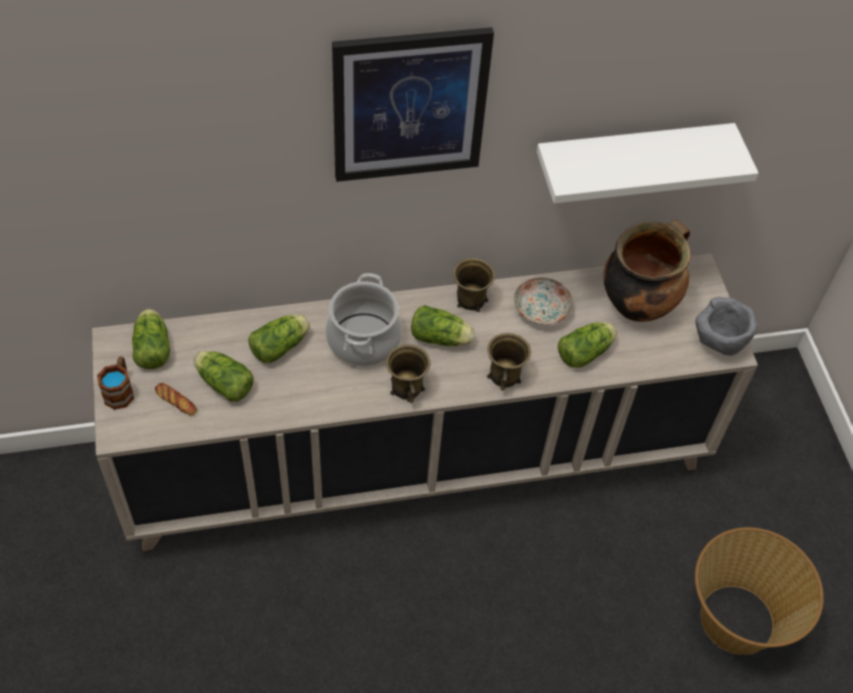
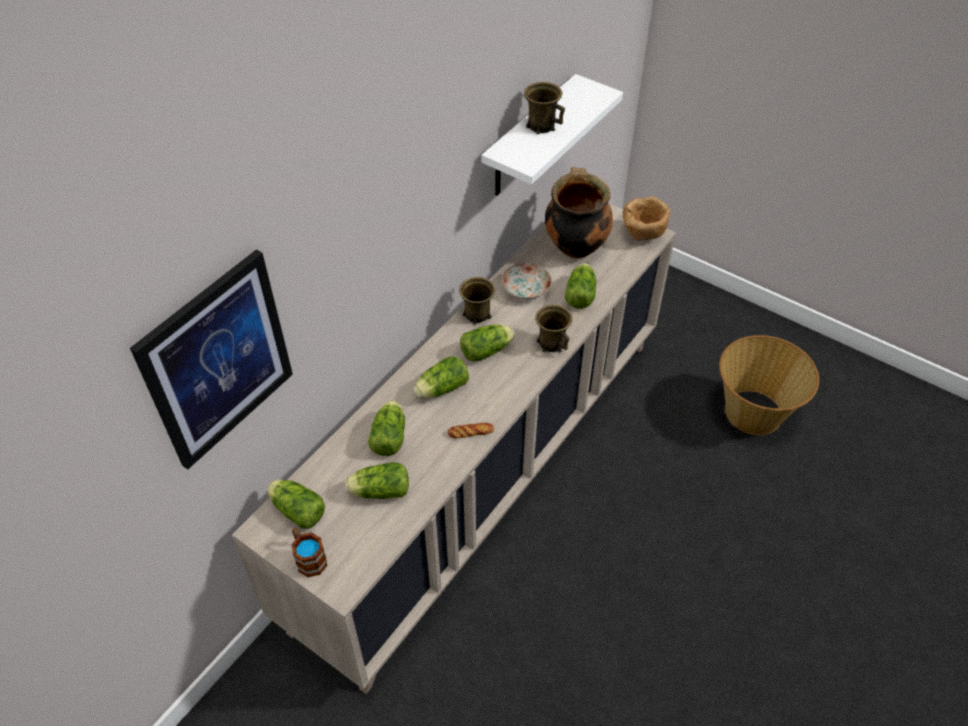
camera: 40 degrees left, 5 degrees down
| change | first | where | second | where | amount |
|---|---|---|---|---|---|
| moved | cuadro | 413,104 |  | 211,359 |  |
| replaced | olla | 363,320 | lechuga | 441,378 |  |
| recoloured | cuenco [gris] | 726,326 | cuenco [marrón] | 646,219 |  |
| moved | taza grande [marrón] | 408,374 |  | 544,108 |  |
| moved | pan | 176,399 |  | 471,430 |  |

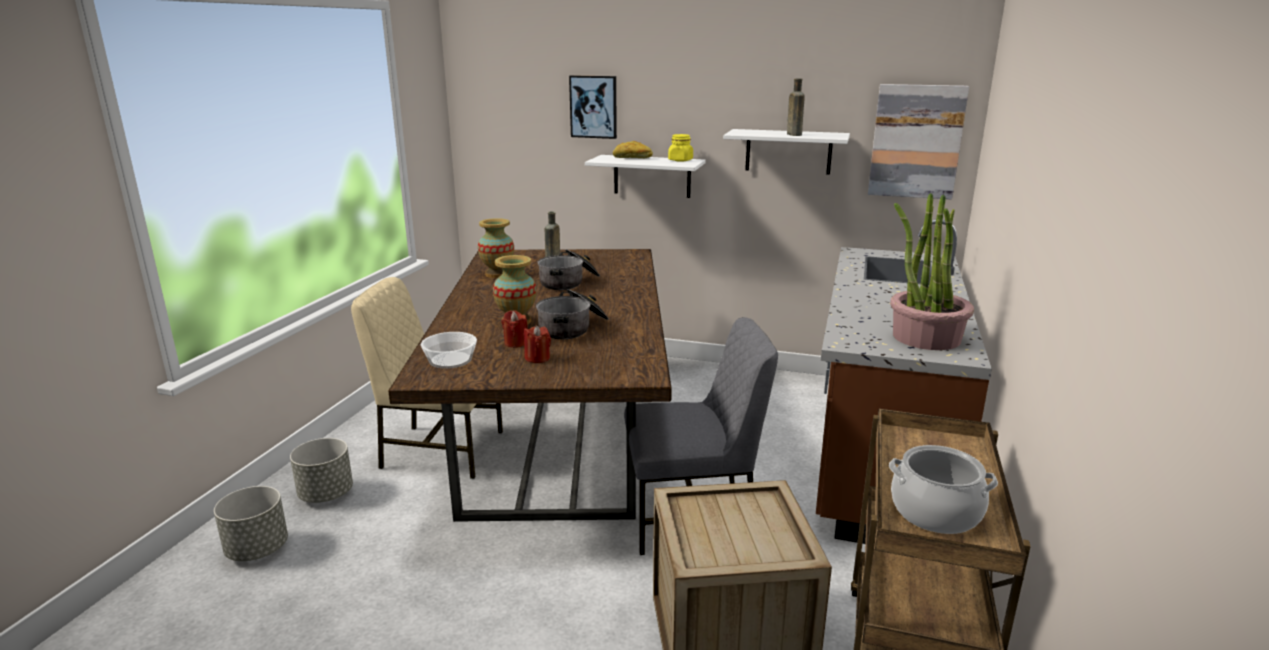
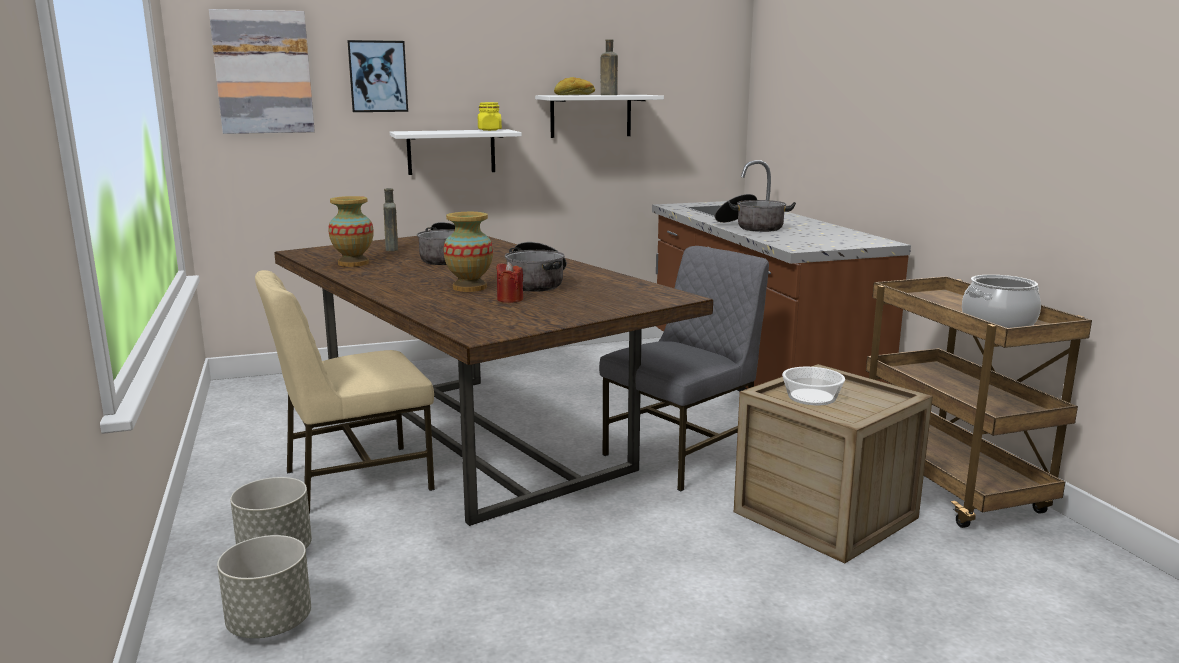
camera: 35 degrees left, 5 degrees down
| change | first | where | second | where | amount |
|---|---|---|---|---|---|
| moved | cuadro | 918,141 |  | 262,71 |  |
| moved | pan | 633,149 |  | 574,86 |  |
| removed | planta en maceta | 932,271 |  |  |  |
| removed | vela [rojo] | 537,344 |  |  |  |
| moved | cuenco | 449,350 |  | 813,386 |  |
| added |  |  | olla | 755,213 |  |

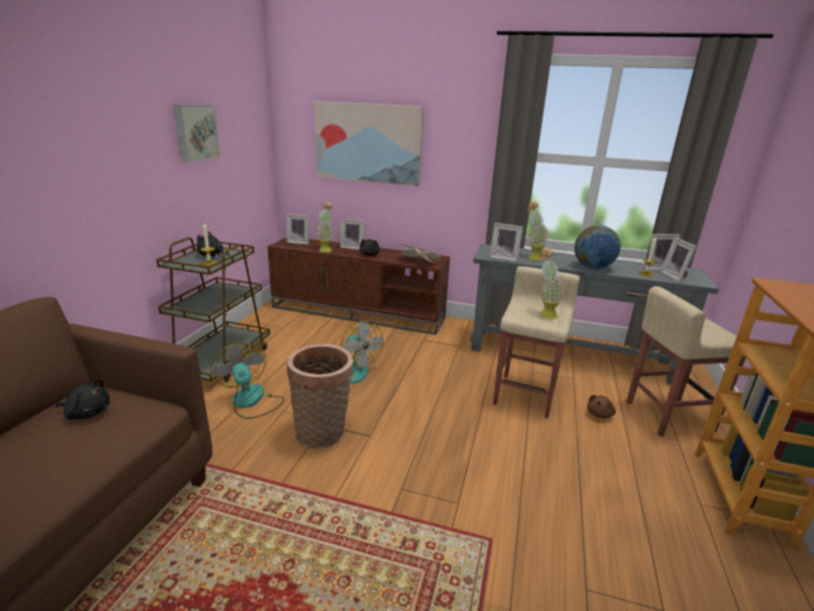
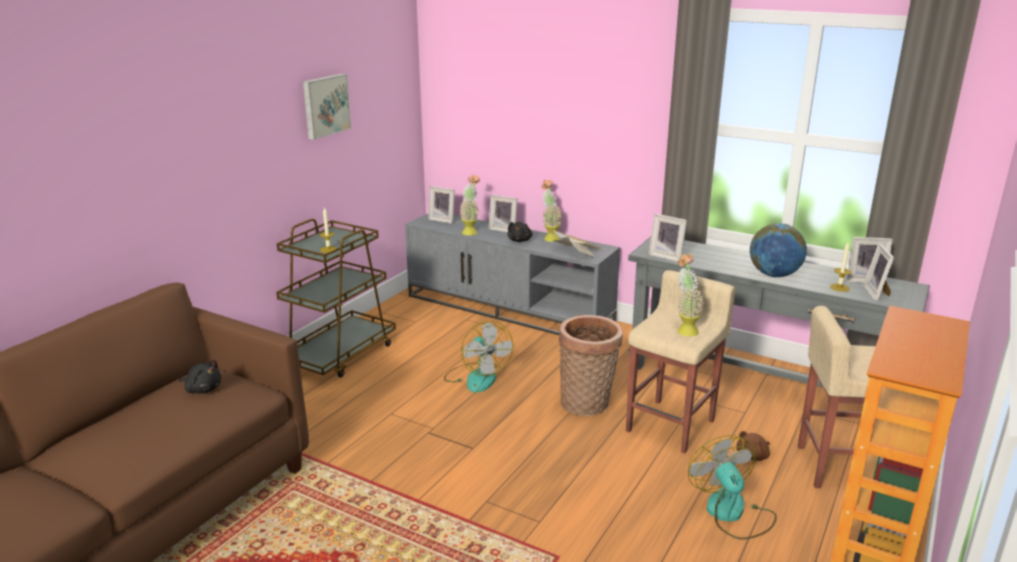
camera: 15 degrees right, 0 degrees up
| change | first | where | second | where | amount |
|---|---|---|---|---|---|
| removed | cuadro | 369,143 |  |  |  |
| moved | planta en maceta | 537,231 |  | 551,211 |  |
| removed | peluche [negro] | 213,244 |  |  |  |
| recoloured | mueble de televisión [marrón] | 358,286 | mueble de televisión [gris] | 512,274 |  |
| moved | ventilador | 247,381 |  | 732,487 |  |
| moved | cesta | 320,396 |  | 591,365 |  |

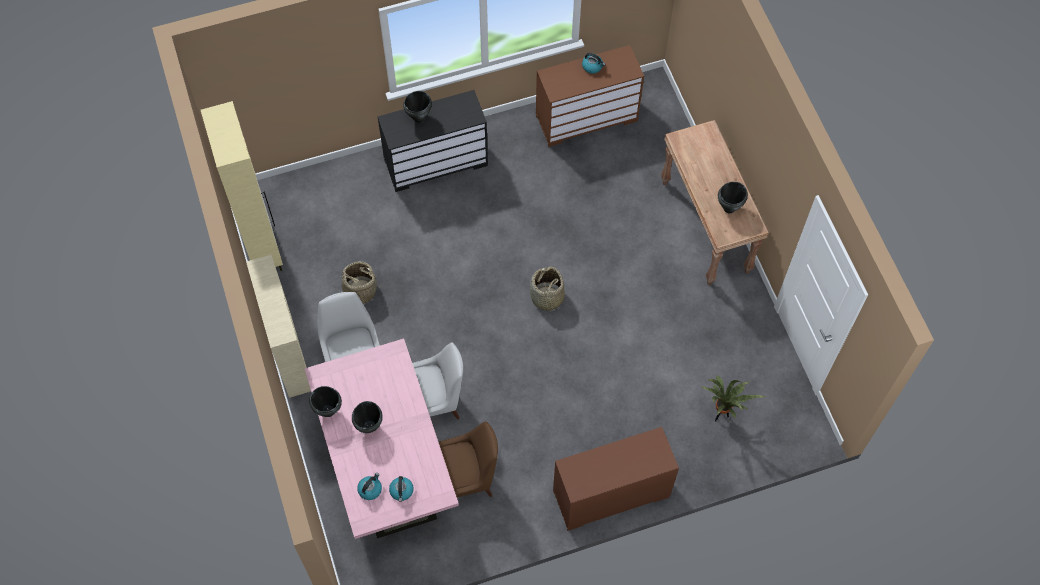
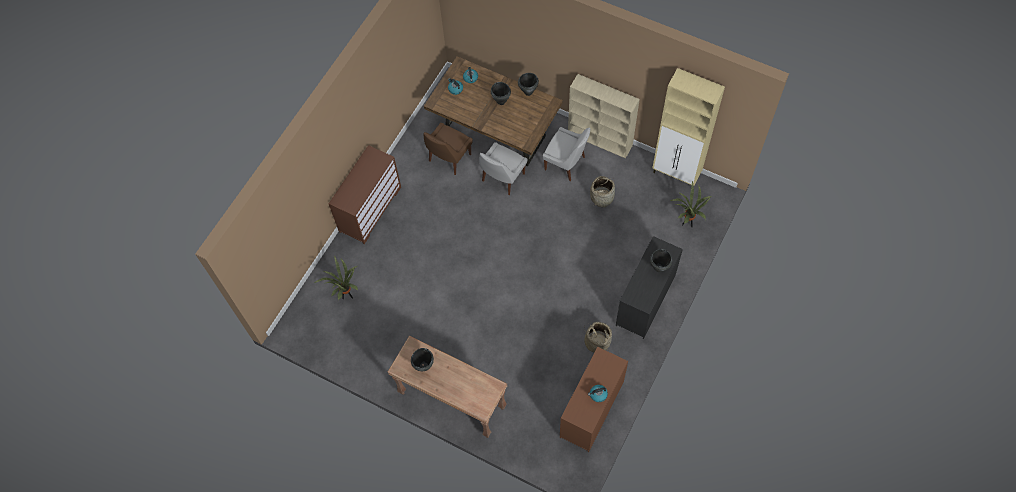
camera: 140 degrees right, 0 degrees up
| change | first | where | second | where | amount |
|---|---|---|---|---|---|
| moved | cesta | 547,290 |  | 598,337 |  |
| recoloured | mesa de comedor [rosa] | 381,439 | mesa de comedor [marrón] | 493,111 |  |
| added |  |  | planta en maceta | 691,203 |  |

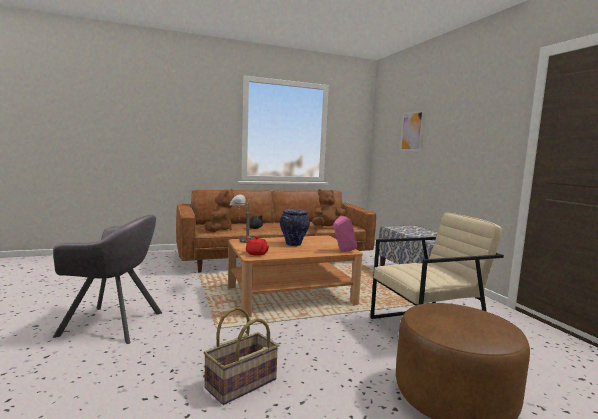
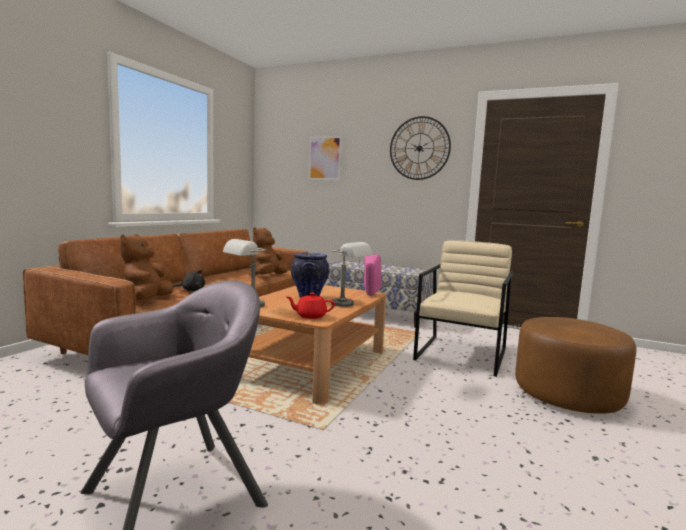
camera: 45 degrees left, 0 degrees up
| change | first | where | second | where | amount |
|---|---|---|---|---|---|
| turned | peluche [marrón] | 219,210 |  | 146,267 | 135 degrees counterclockwise |
| removed | cesta | 241,356 |  |  |  |
| added |  |  | reloj de pared | 420,148 |  |
| added |  |  | lámpara de mesa [gris] | 352,274 |  |

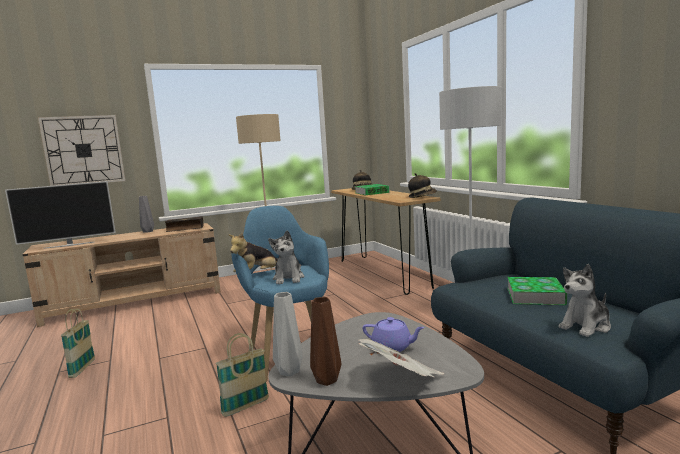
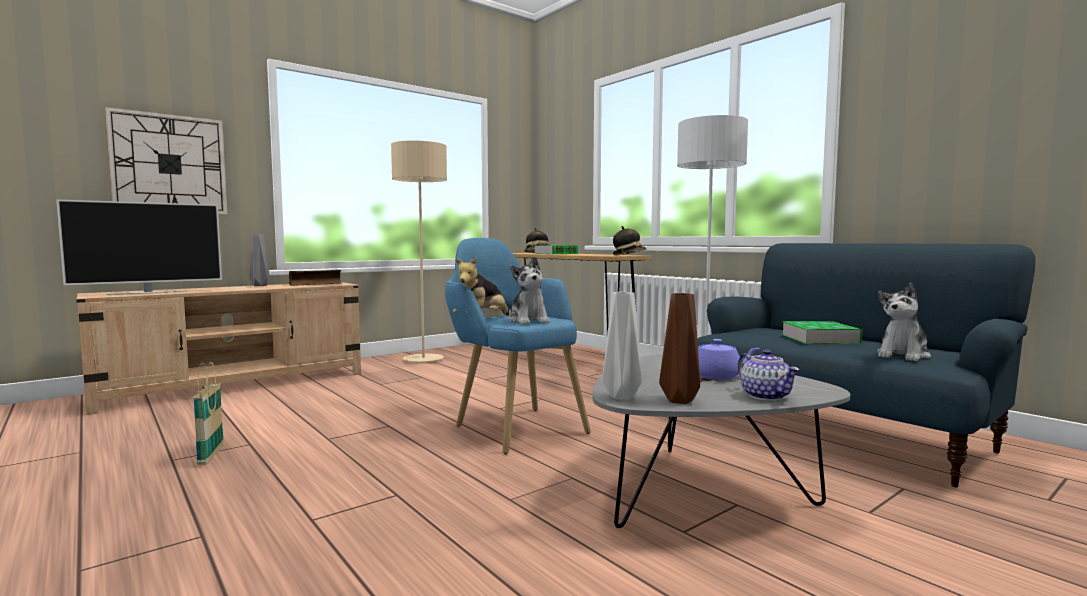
camera: 15 degrees left, 5 degrees down
| change | first | where | second | where | amount |
|---|---|---|---|---|---|
| removed | cesta | 242,375 |  |  |  |
| replaced | periódico | 401,358 | tetera | 769,375 |  |

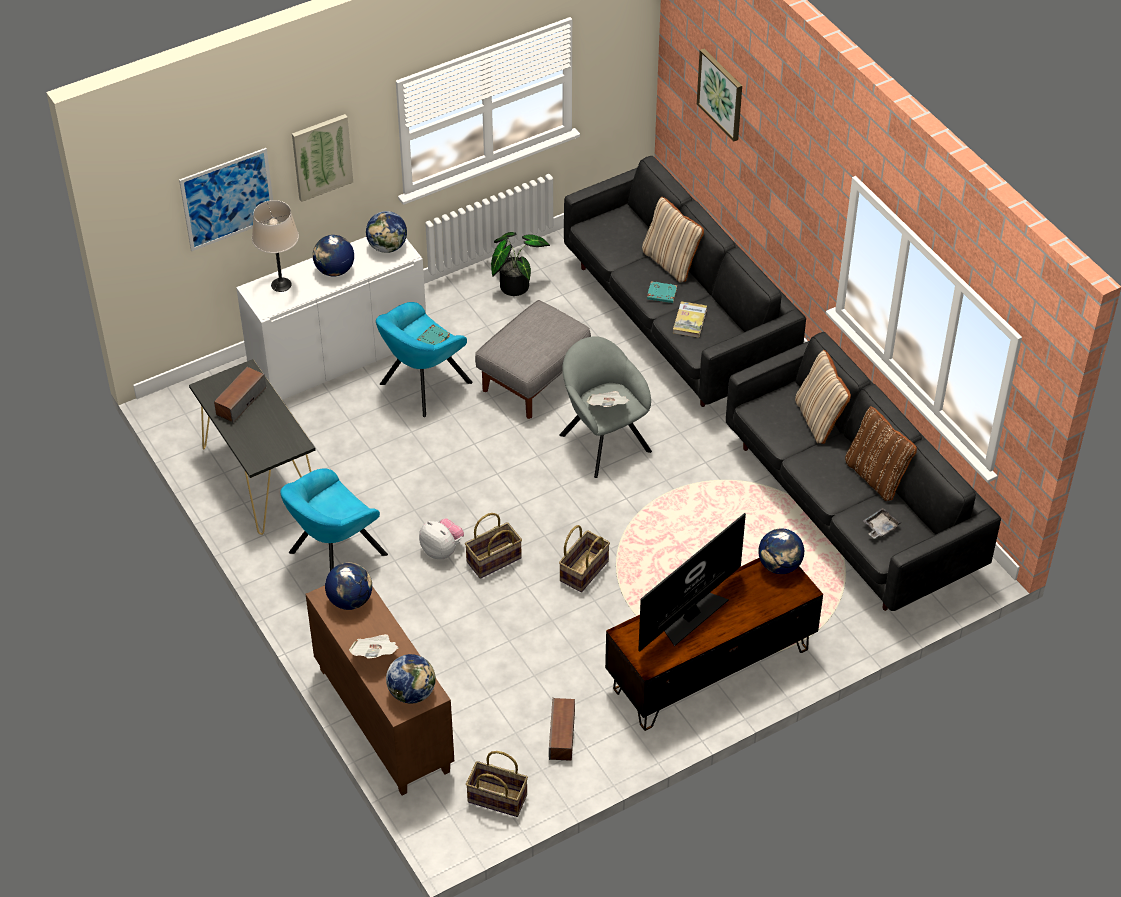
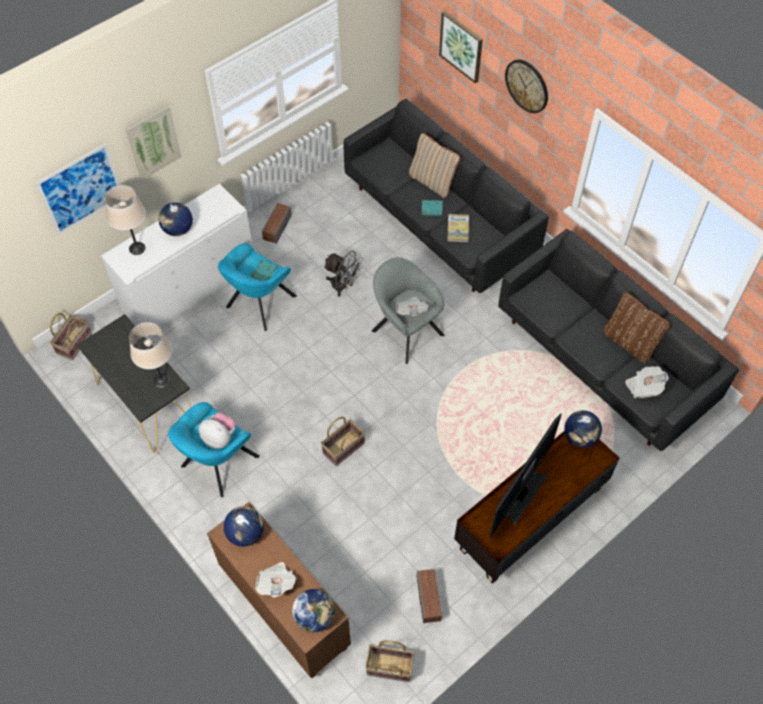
camera: 10 degrees left, 10 degrees up
| change | first | where | second | where | amount |
|---|---|---|---|---|---|
| removed | globo terráqueo | 386,232 |  |  |  |
| removed | planta en maceta | 520,264 |  |  |  |
| replaced | puf [gris] | 533,359 | ventilador [gris] | 343,274 |  |
| removed | cojín [beis] | 823,397 |  |  |  |
| moved | altavoz | 240,395 |  | 277,223 |  |
| replaced | bandeja [gris] | 882,523 | periódico | 647,382 |  |
| moved | peluche | 441,538 |  | 217,431 |  |
| moved | cesta | 584,558 |  | 71,336 |  |
| added |  |  | reloj de pared | 526,86 |  |
| added |  |  | lámpara de mesa [beis] | 150,355 |  |

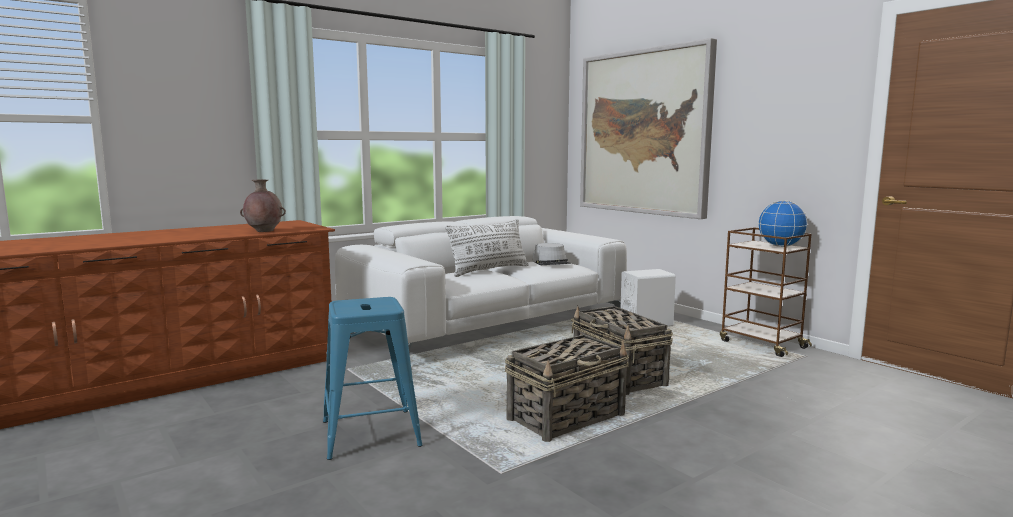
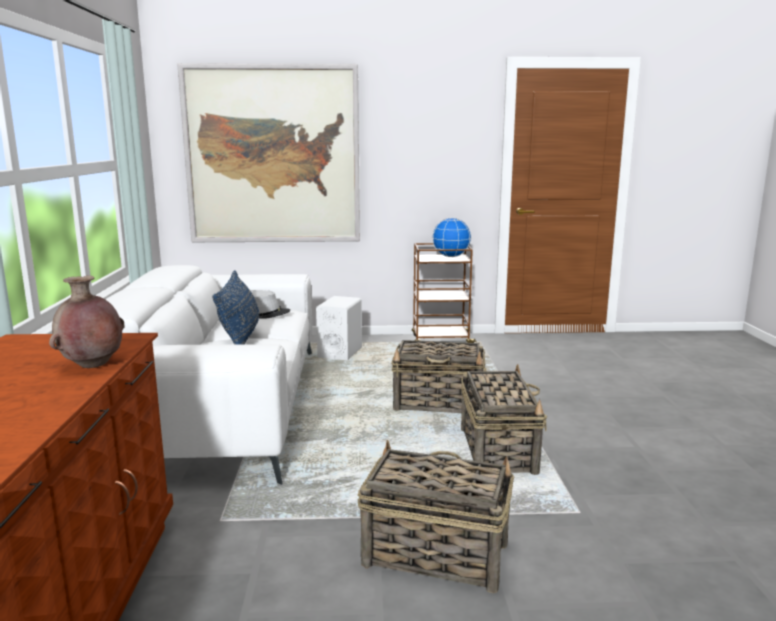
camera: 55 degrees left, 5 degrees up
| change | first | where | second | where | amount |
|---|---|---|---|---|---|
| recoloured | cojín [blanco] | 487,248 | cojín [azul] | 235,307 |  |
| replaced | taburete [azul] | 373,378 | cesta | 435,516 |  |

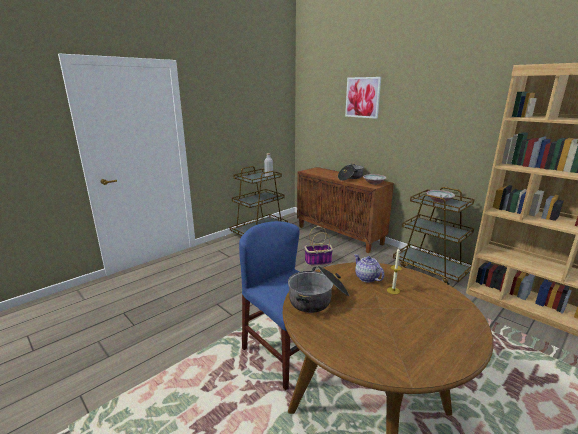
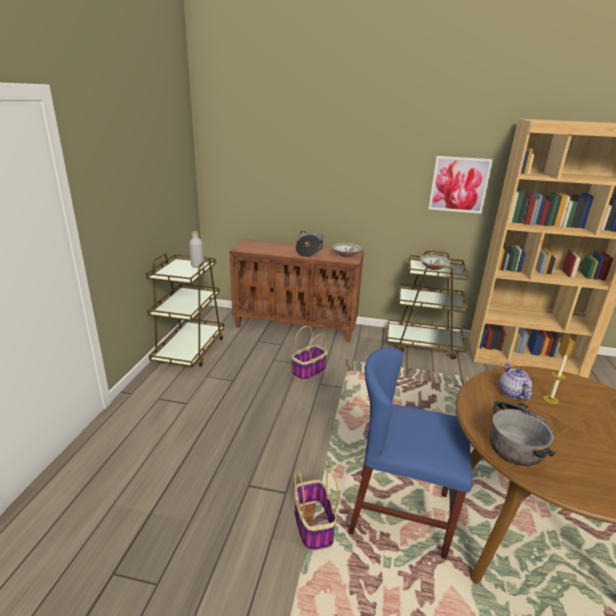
camera: 35 degrees left, 5 degrees up
| change | first | where | second | where | amount |
|---|---|---|---|---|---|
| moved | cuadro | 363,98 |  | 460,185 |  |
| turned | tetera | 369,268 |  | 515,382 | 60 degrees clockwise |
| added |  |  | cesta | 316,508 |  |

